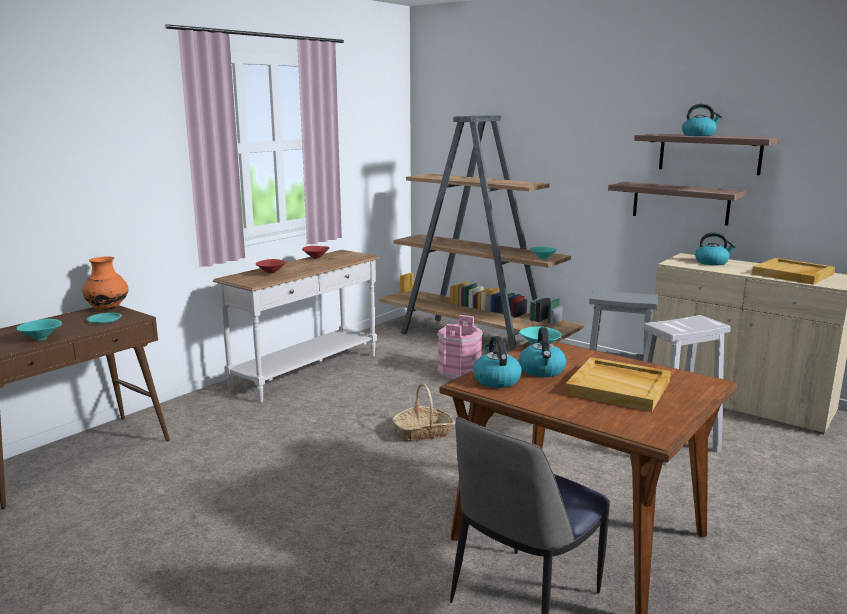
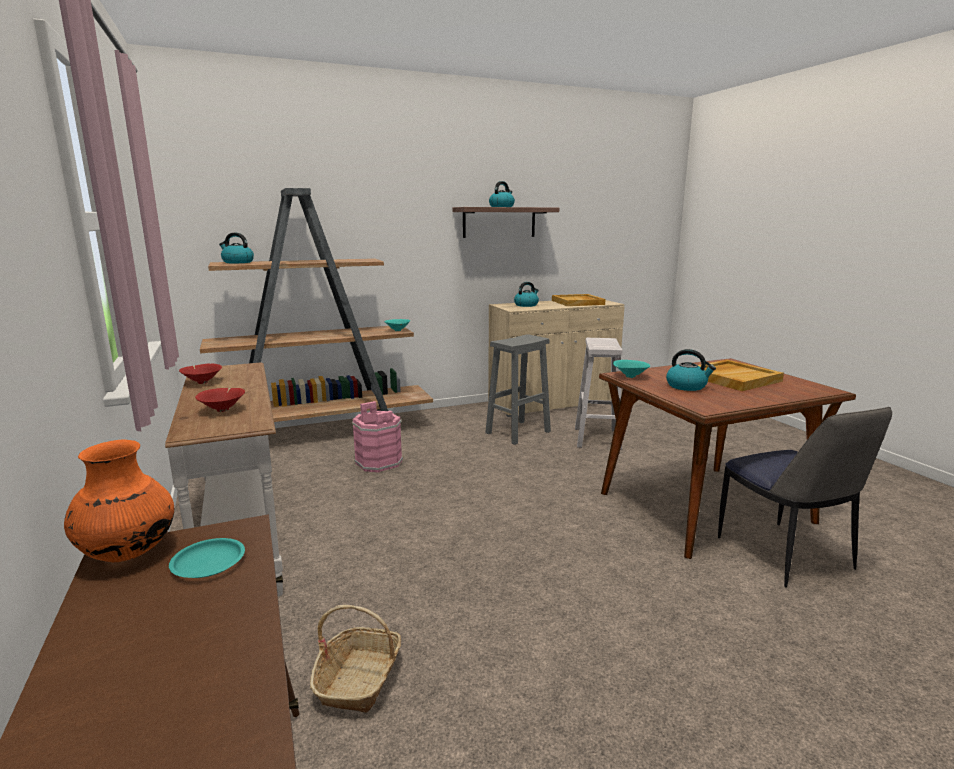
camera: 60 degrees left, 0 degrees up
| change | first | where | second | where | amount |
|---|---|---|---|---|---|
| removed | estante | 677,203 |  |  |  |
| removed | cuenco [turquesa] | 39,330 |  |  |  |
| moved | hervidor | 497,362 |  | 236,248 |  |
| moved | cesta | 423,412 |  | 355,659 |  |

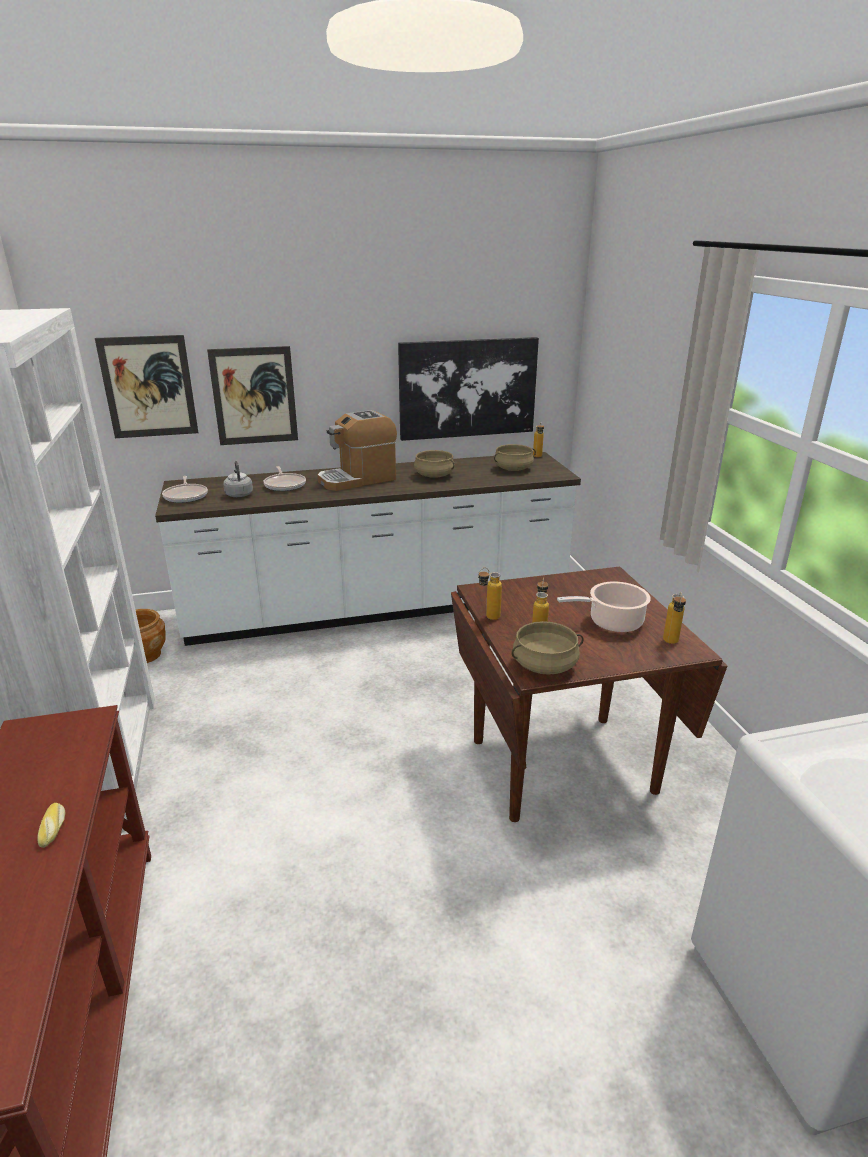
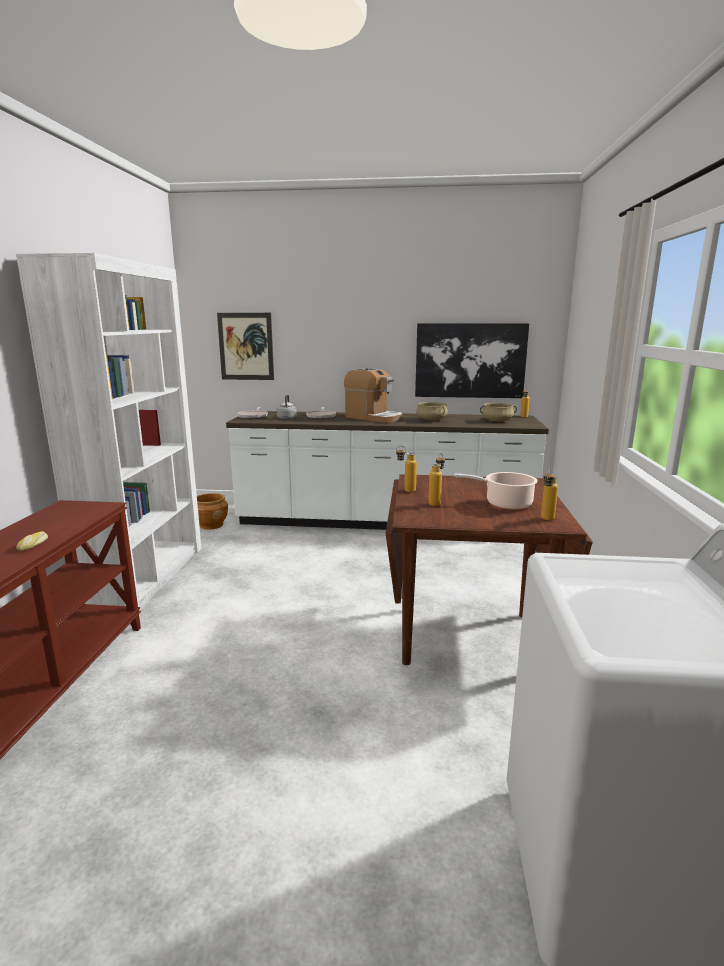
camera: 20 degrees right, 10 degrees down
| change | first | where | second | where | amount |
|---|---|---|---|---|---|
| removed | cuadro | 252,395 |  |  |  |
| turned | cafetera | 357,450 |  | 373,395 | 135 degrees counterclockwise |
| removed | olla [beis] | 548,648 |  |  |  |

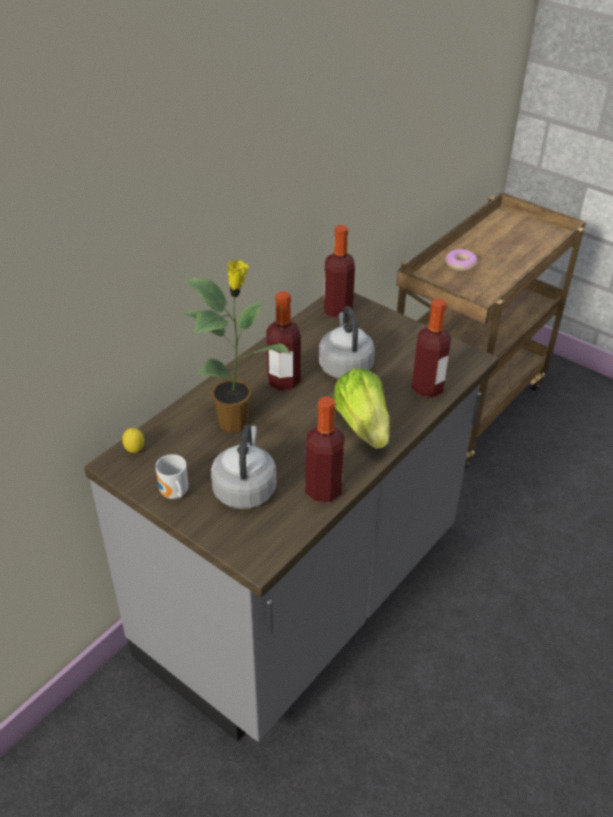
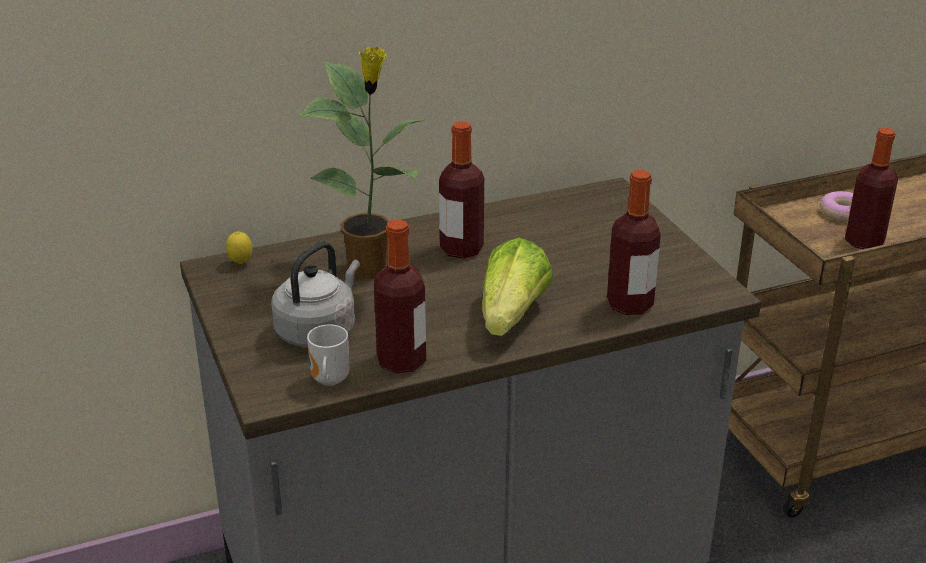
camera: 30 degrees right, 10 degrees down
| change | first | where | second | where | amount |
|---|---|---|---|---|---|
| moved | botella | 339,271 |  | 871,188 |  |
| removed | hervidor [gris] | 347,342 |  |  |  |
| moved | taza grande | 171,476 |  | 328,355 |  |

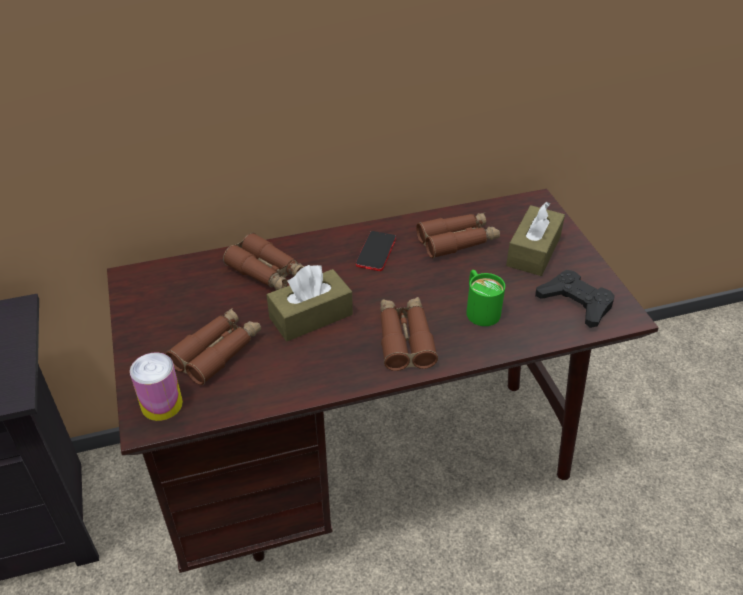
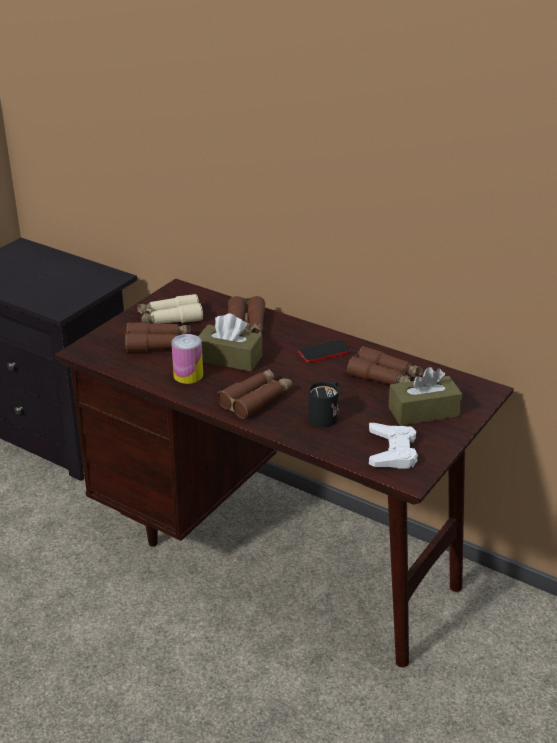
camera: 50 degrees right, 10 degrees down
| change | first | where | second | where | amount |
|---|---|---|---|---|---|
| recoloured | taza grande [verde] | 485,298 | taza grande [negro] | 323,404 |  |
| recoloured | mando de consola [negro] | 575,299 | mando de consola [blanco] | 393,446 |  |
| moved | lata | 156,387 |  | 187,359 |  |
| added |  |  | prismáticos [beis] | 170,309 |  |

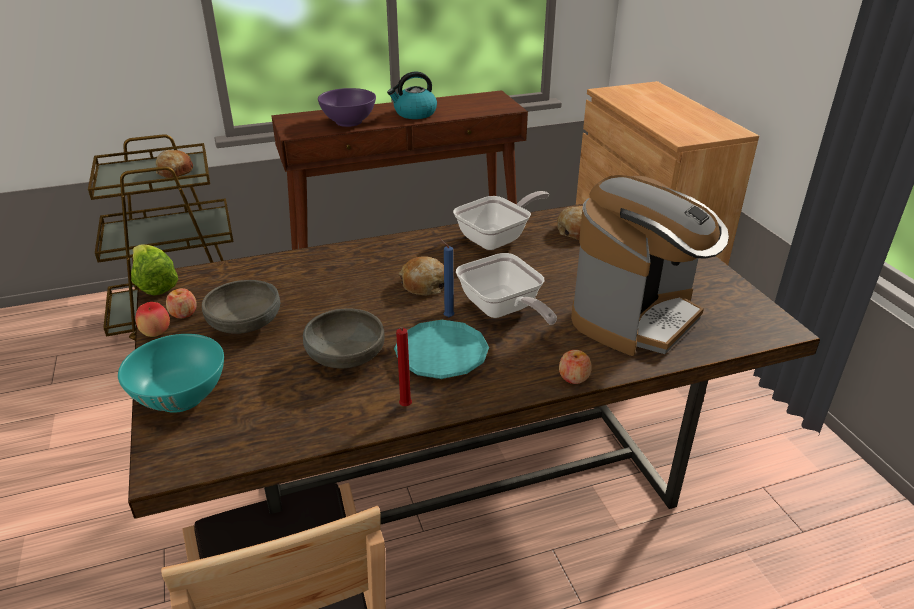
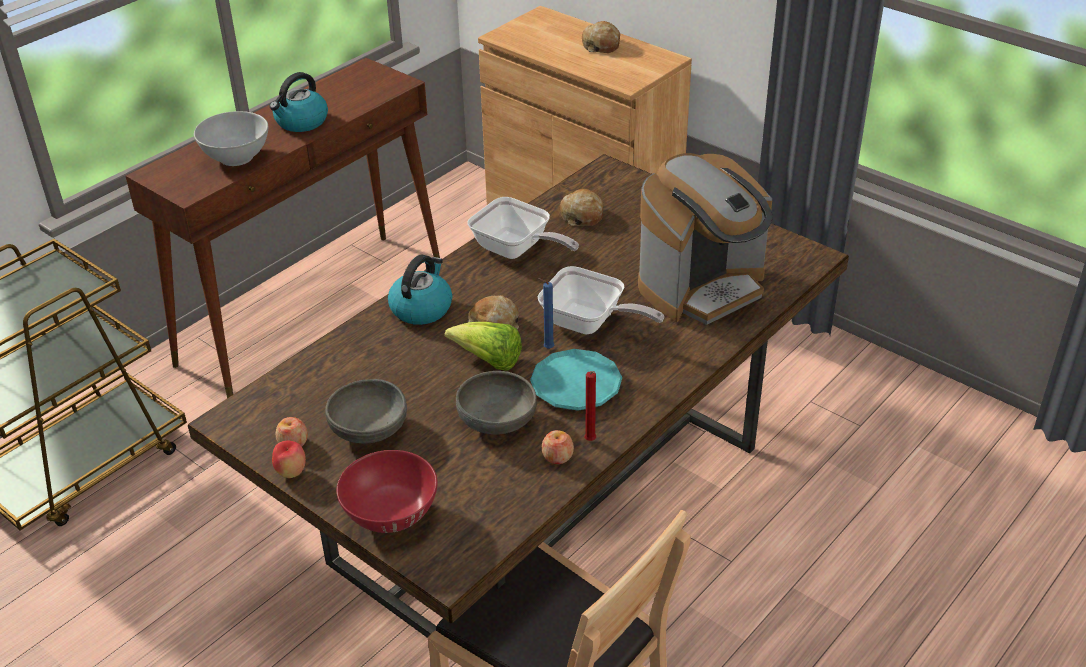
camera: 30 degrees left, 5 degrees up
| change | first | where | second | where | amount |
|---|---|---|---|---|---|
| recoloured | cuenco [morado] | 347,107 | cuenco [blanco] | 231,138 |  |
| moved | pan | 174,164 |  | 601,37 |  |
| turned | cafetera | 650,265 |  | 705,239 | 45 degrees clockwise |
| turned | sartén | 501,220 |  | 523,228 | 105 degrees clockwise |
| moved | lechuga | 154,270 |  | 483,346 |  |
| recoloured | cuenco [turquesa] | 171,373 | cuenco [rojo] | 387,491 |  |
| moved | manzana | 575,367 |  | 558,447 |  |
| added |  |  | hervidor | 420,289 |  |

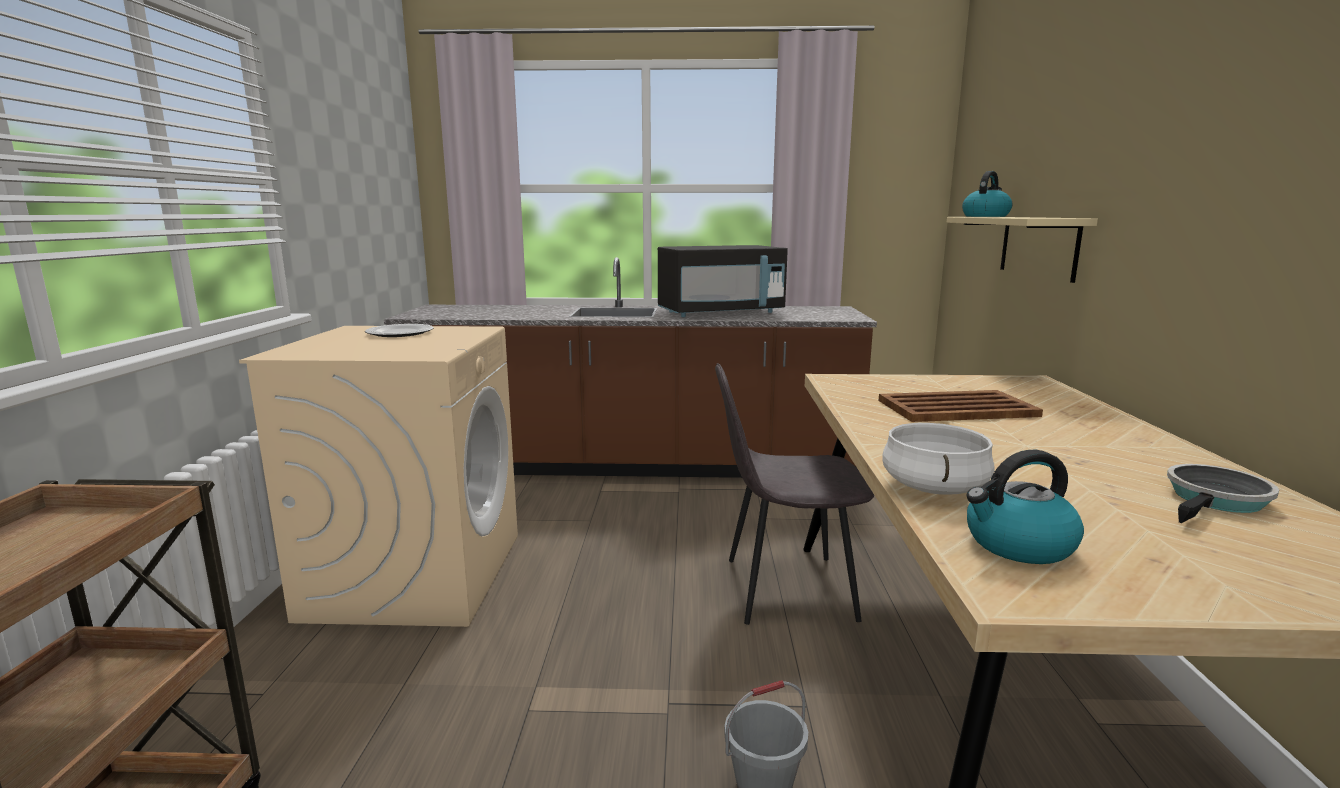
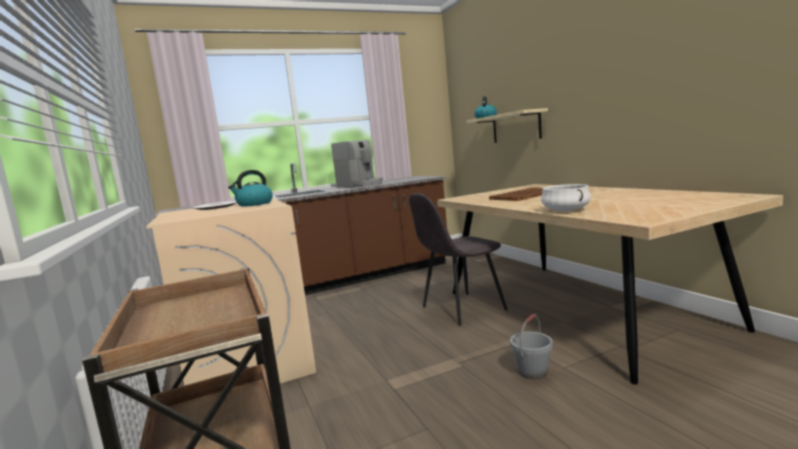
camera: 25 degrees left, 5 degrees down
| change | first | where | second | where | amount |
|---|---|---|---|---|---|
| replaced | microondas [negro] | 723,281 | cafetera | 357,164 |  |
| moved | hervidor | 1025,507 |  | 250,188 |  |
| removed | sartén | 1223,493 |  |  |  |

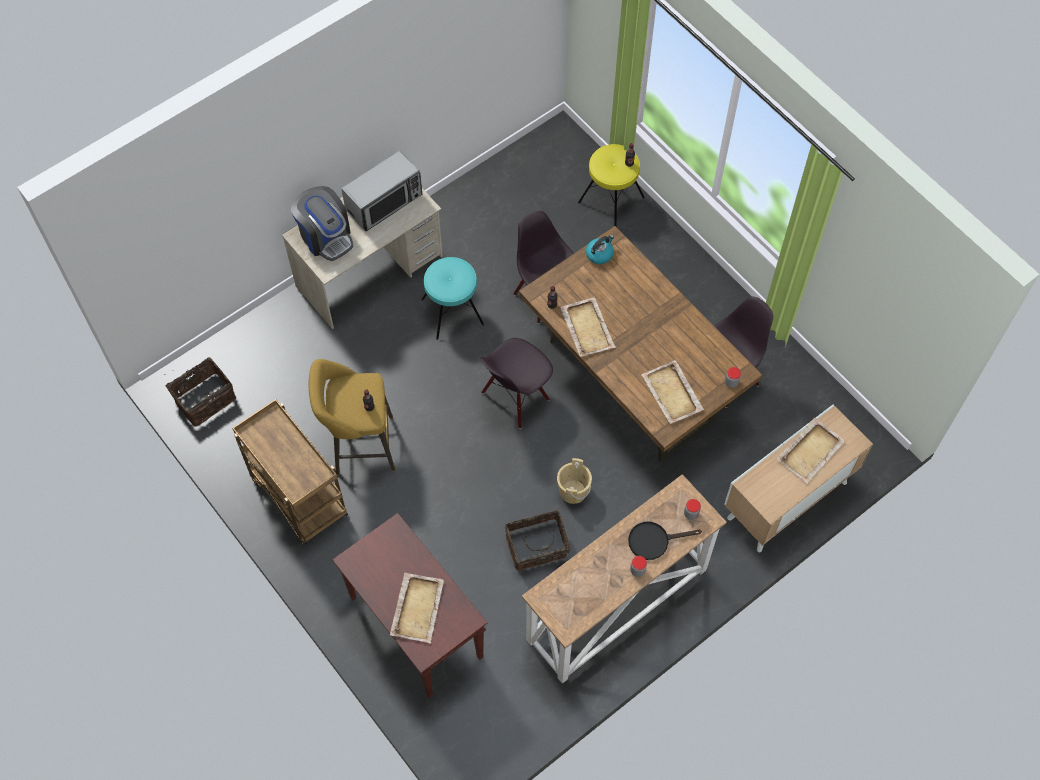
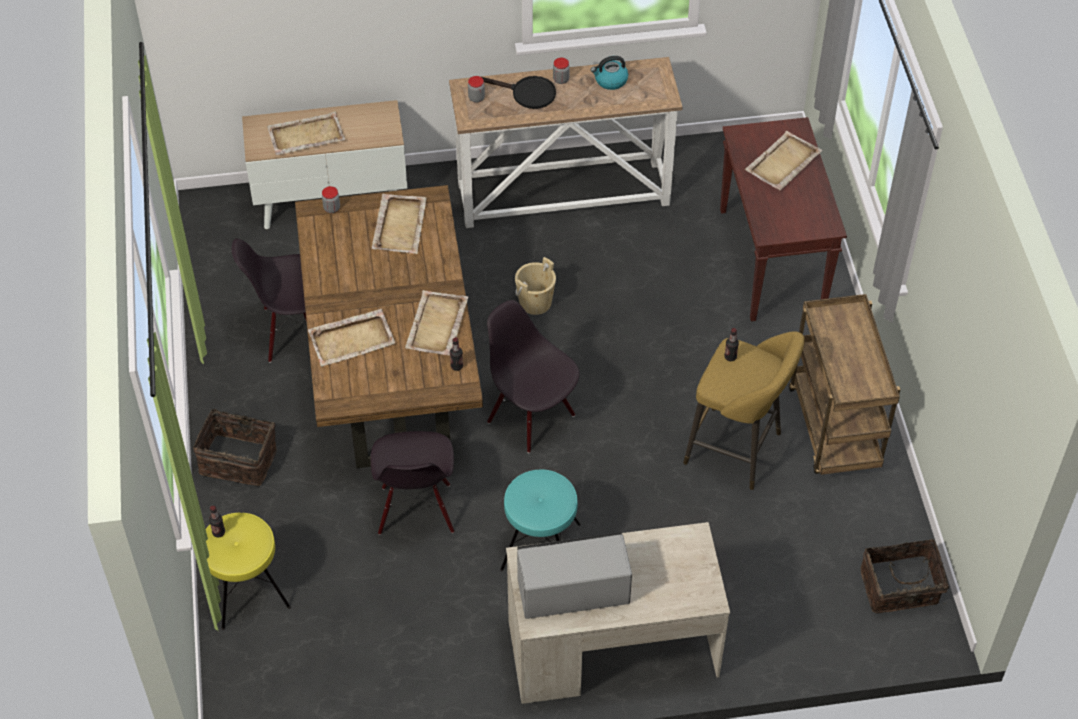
camera: 150 degrees left, 10 degrees down
| change | first | where | second | where | amount |
|---|---|---|---|---|---|
| removed | cafetera | 322,223 |  |  |  |
| moved | hervidor | 600,249 |  | 609,73 |  |
| turned | silla [negro] | 516,383 |  | 533,376 | 120 degrees counterclockwise |
| moved | cesta | 537,540 |  | 235,445 |  |
| added |  |  | bandeja [beis] | 352,338 |  |

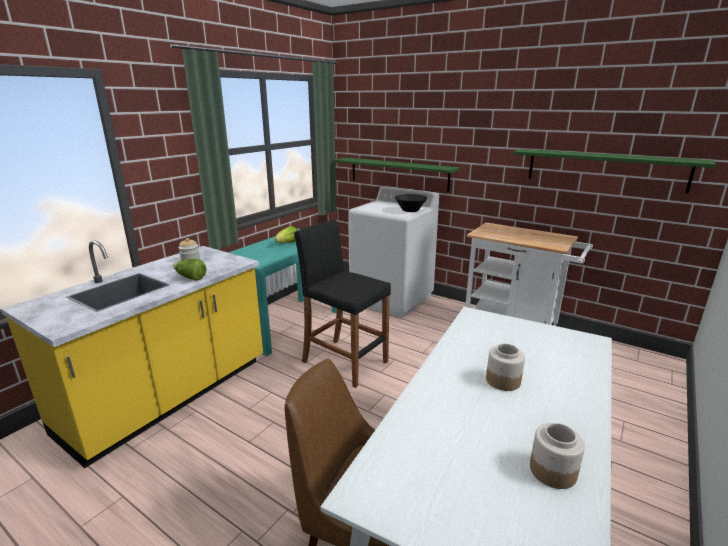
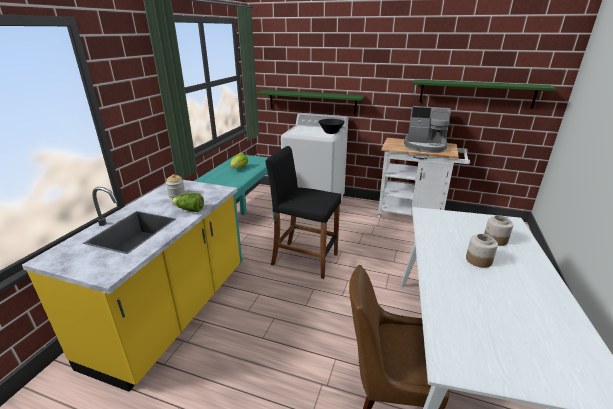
camera: 15 degrees left, 5 degrees up
| change | first | where | second | where | amount |
|---|---|---|---|---|---|
| moved | tarro | 557,456 |  | 498,230 |  |
| added |  |  | cafetera | 427,129 |  |

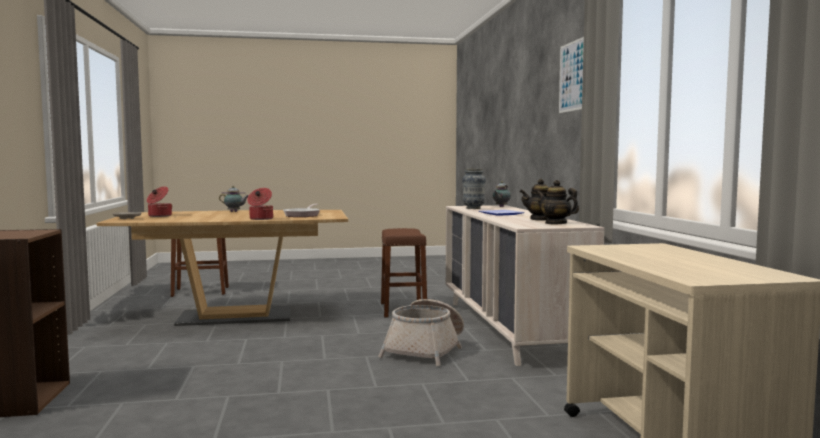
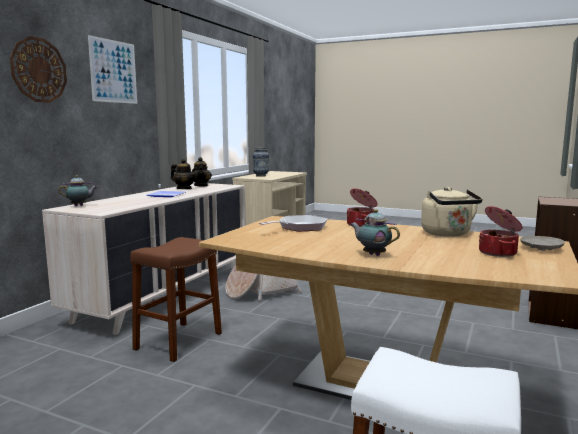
camera: 145 degrees left, 5 degrees up
| change | first | where | second | where | amount |
|---|---|---|---|---|---|
| moved | florero | 474,188 |  | 260,162 |  |
| added |  |  | reloj de pared | 38,69 |  |
| added |  |  | hervidor [beis] | 451,212 |  |

